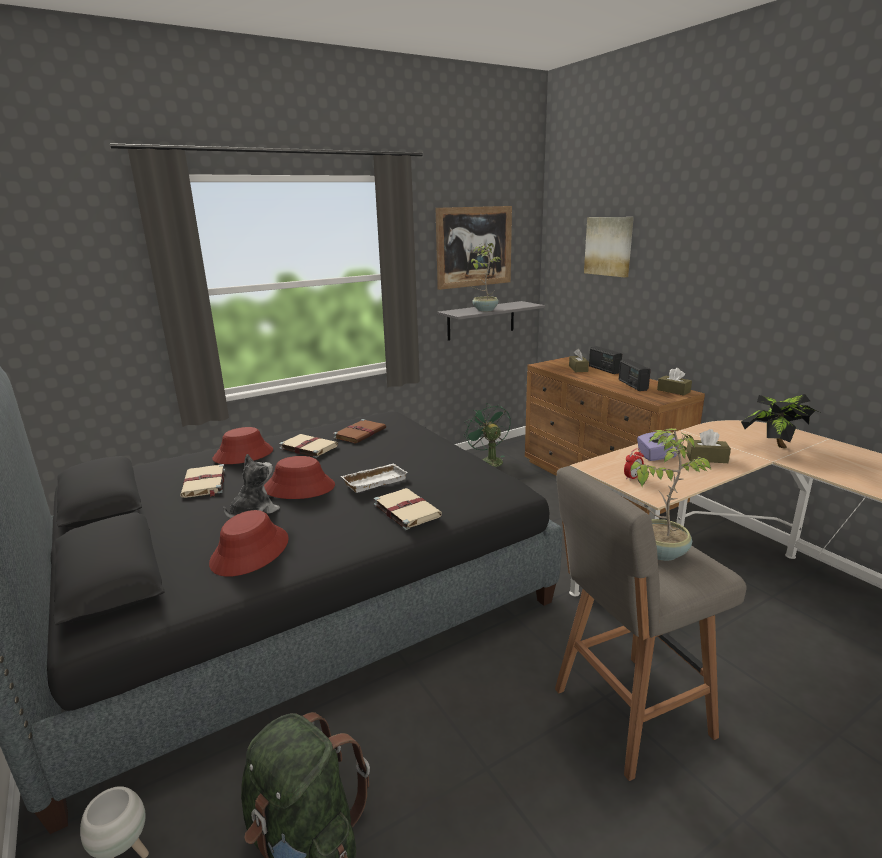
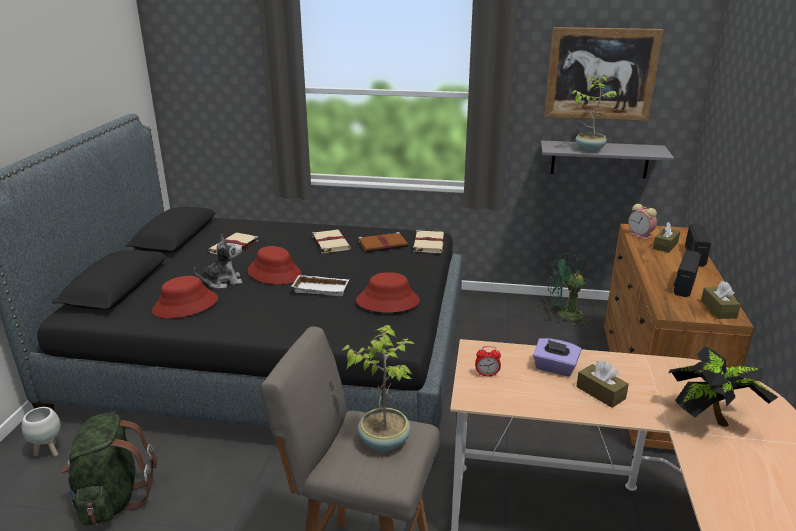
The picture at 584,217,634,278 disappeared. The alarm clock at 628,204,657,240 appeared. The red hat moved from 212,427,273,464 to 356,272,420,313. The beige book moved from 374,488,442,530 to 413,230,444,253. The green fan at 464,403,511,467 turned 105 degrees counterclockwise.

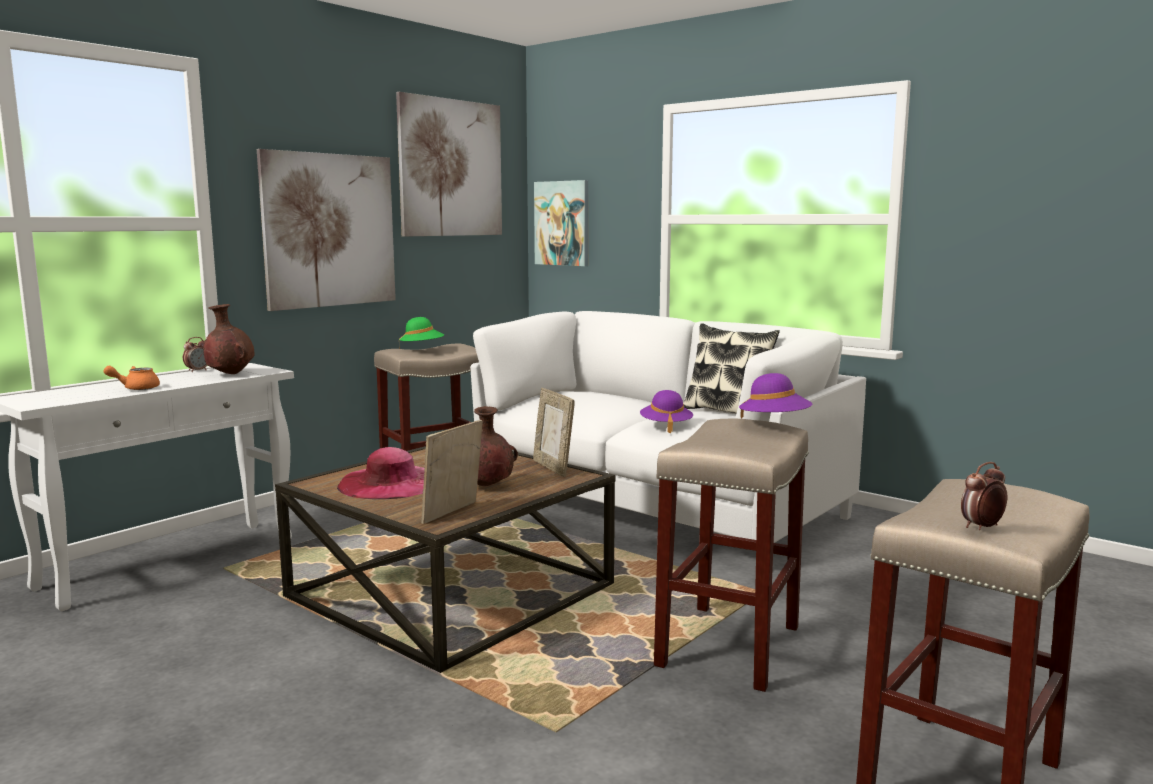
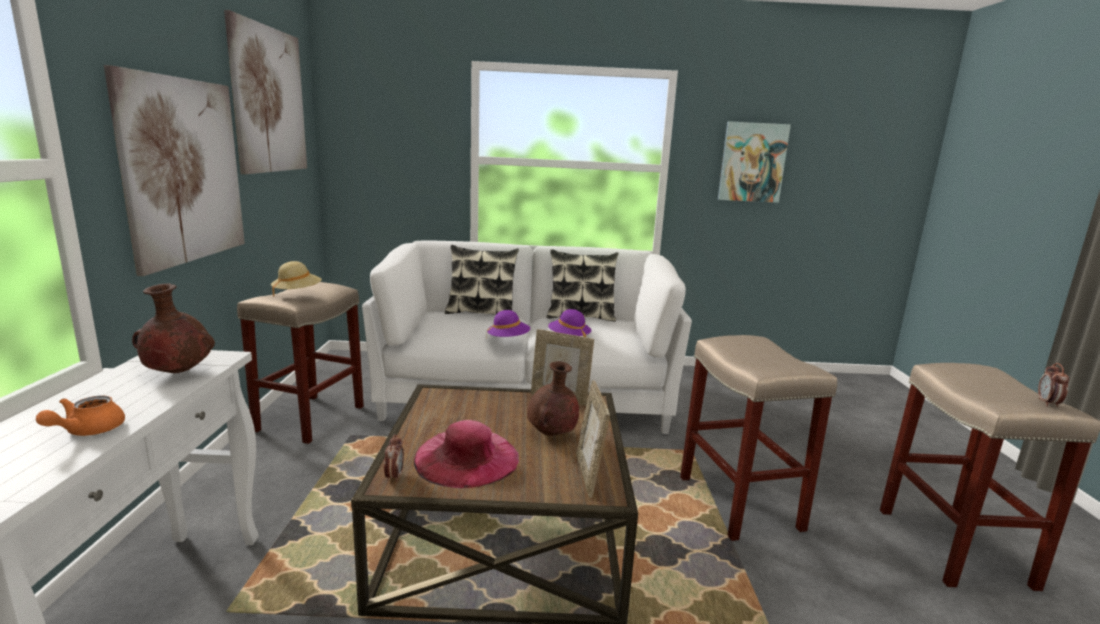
The pillow at 445,245,519,315 appeared. The alarm clock moved from 183,337,207,372 to 384,434,404,483. The picture moved from 534,180,588,266 to 718,121,791,203. The purple hat moved from 739,373,812,419 to 486,310,530,340. The green hat at 399,317,444,341 became the beige hat at 271,261,322,297.

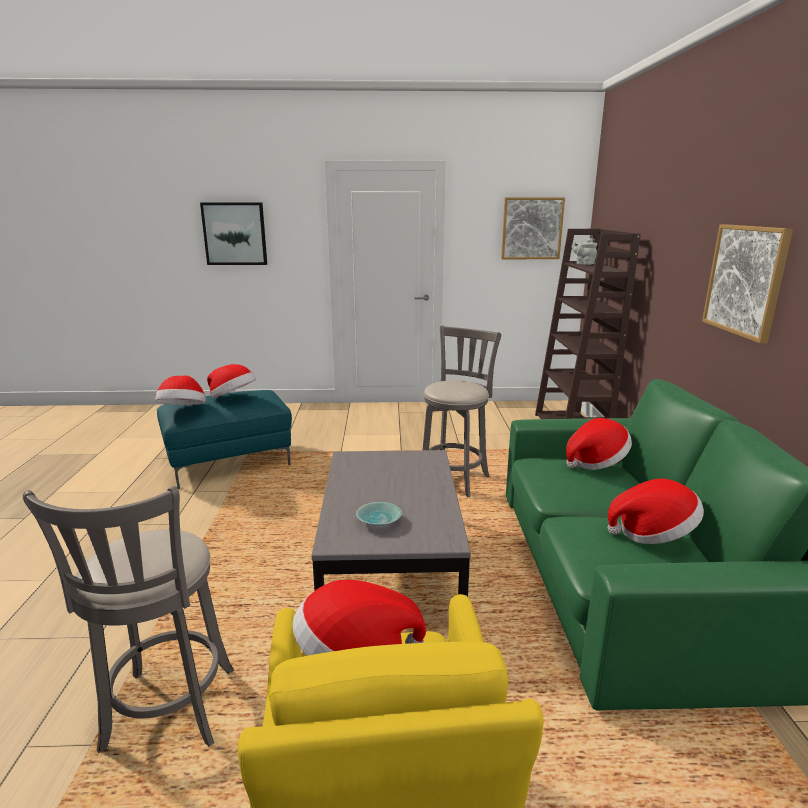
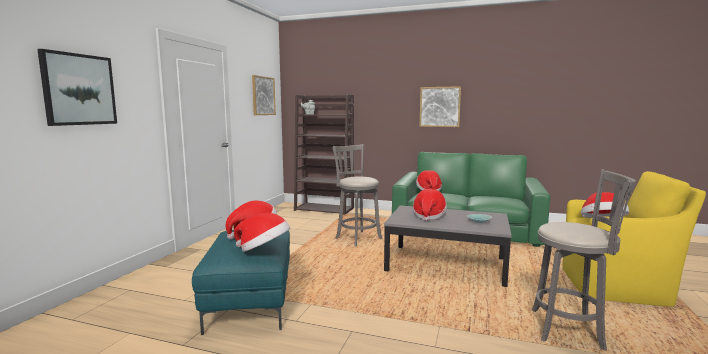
The hat moved from 607,479,704,544 to 413,189,447,221.

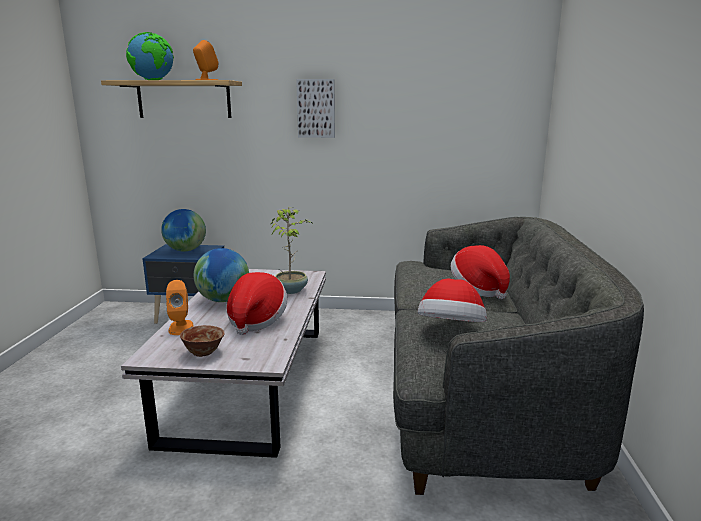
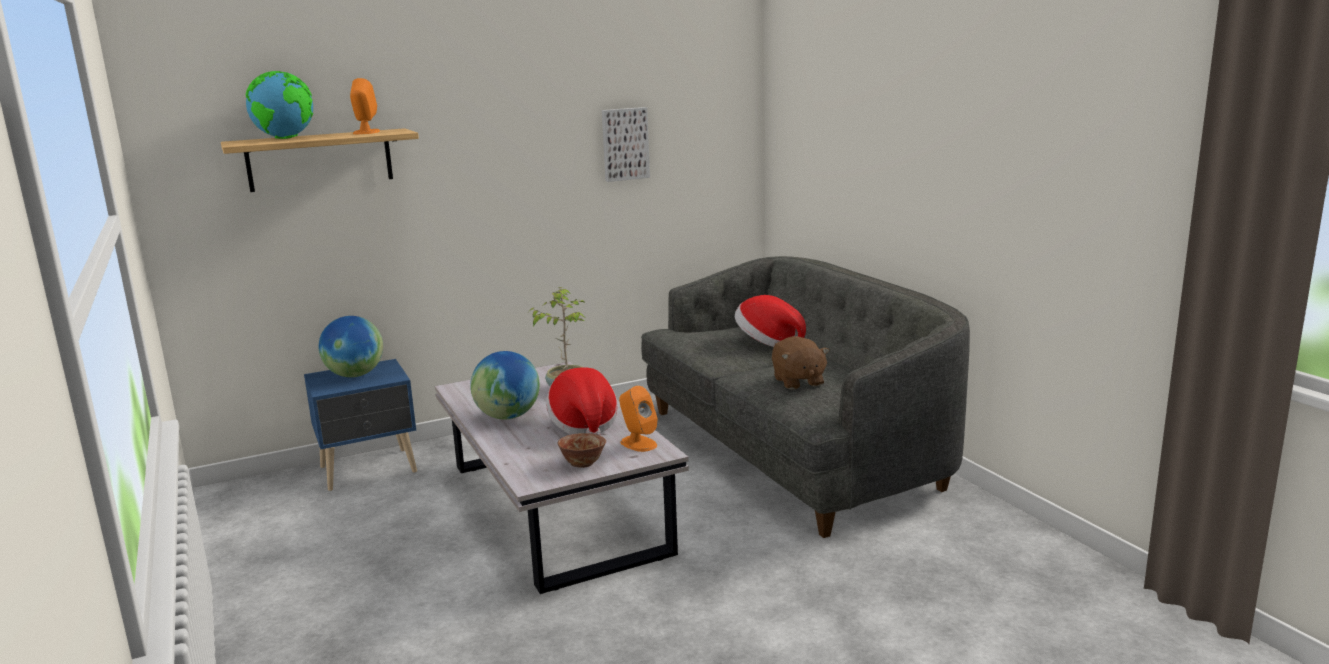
The orange speaker moved from 166,280,193,335 to 619,386,658,452. The picture moved from 296,79,335,138 to 602,107,650,182. The hat at 418,278,487,322 was replaced by the brown plush toy at 772,336,829,390.

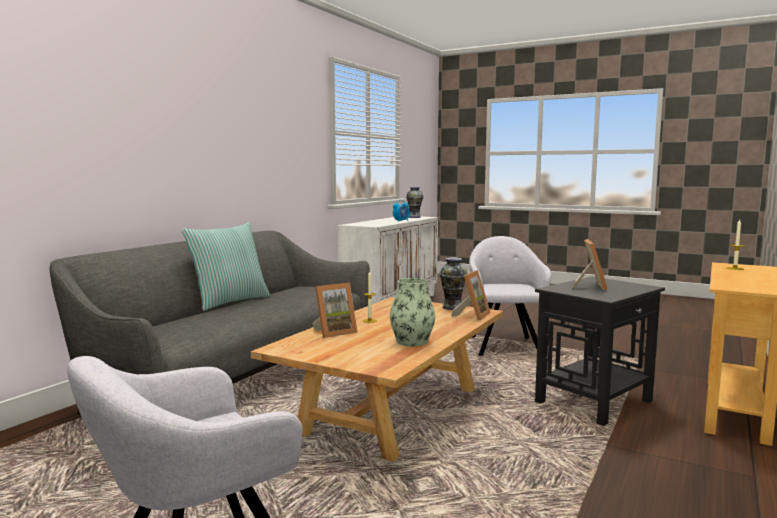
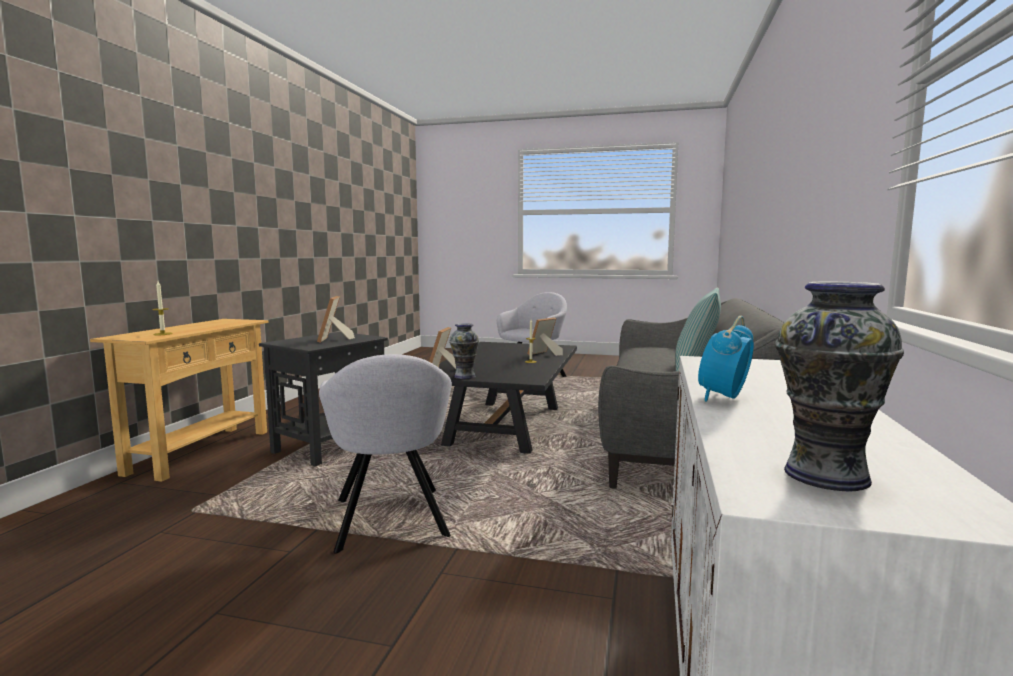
The vase at 390,278,435,346 disappeared. The beige coffee table at 251,297,503,462 became the black coffee table at 438,342,577,454.

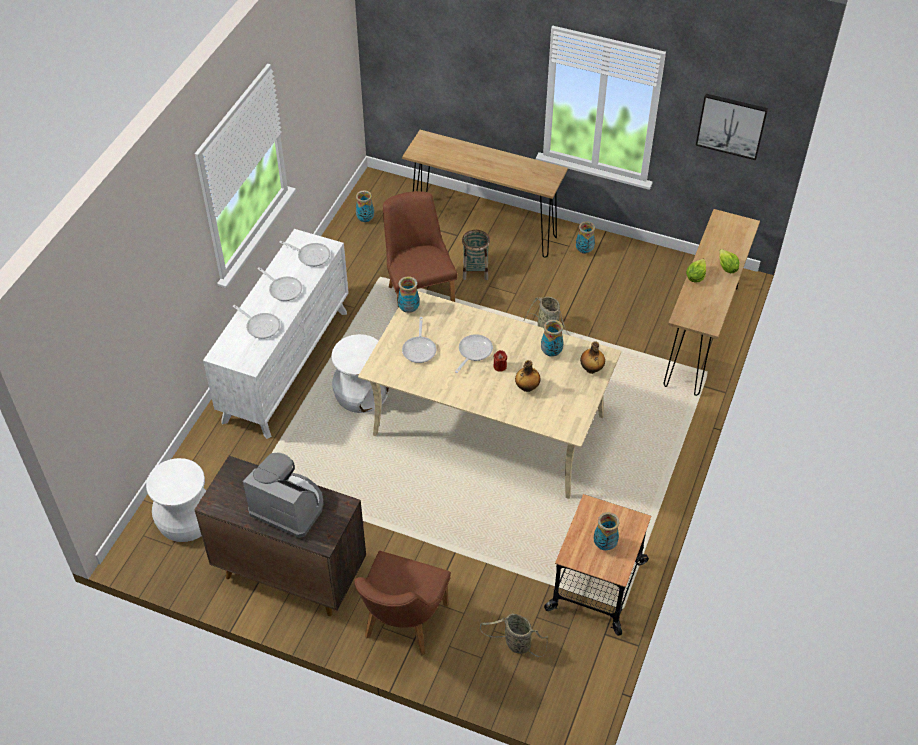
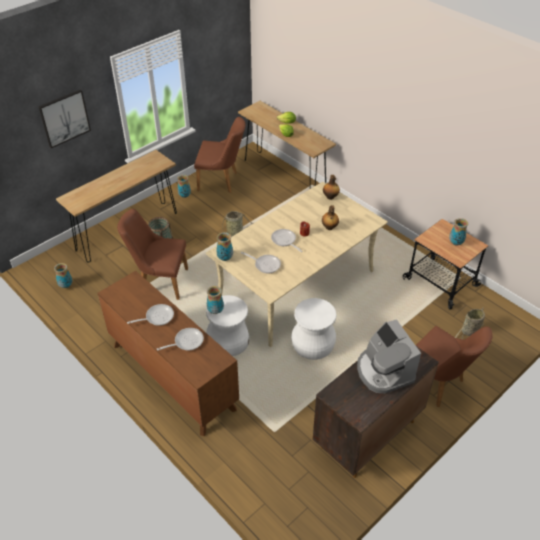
The frying pan at 279,241,330,267 disappeared. The brown chair at 194,117,245,193 appeared. The white stool moved from 146,458,206,542 to 291,298,337,360. The vase moved from 541,320,563,357 to 207,286,224,314. The picture moved from 696,94,768,160 to 38,90,91,148. The white dresser at 203,229,349,439 became the brown dresser at 97,271,239,436. The coffee machine at 243,452,324,538 turned 75 degrees counterclockwise.

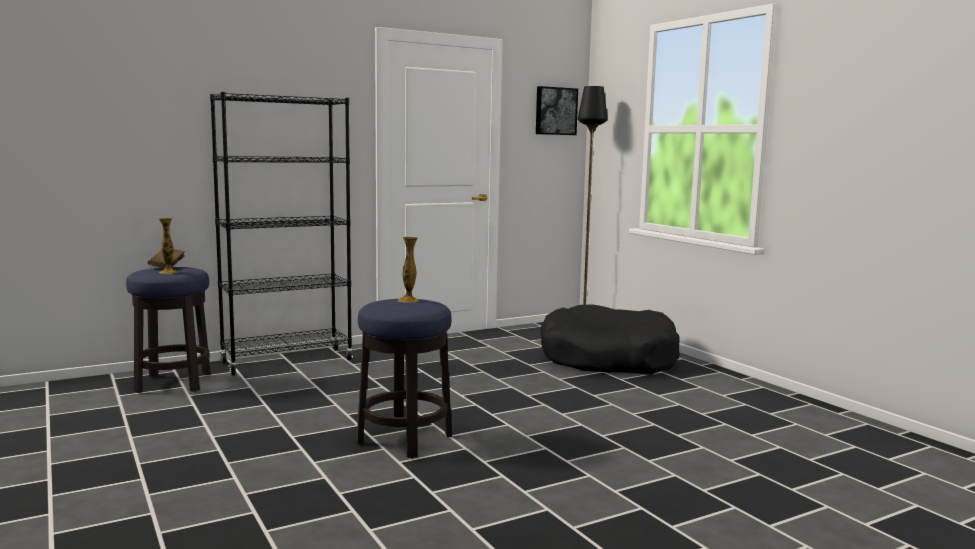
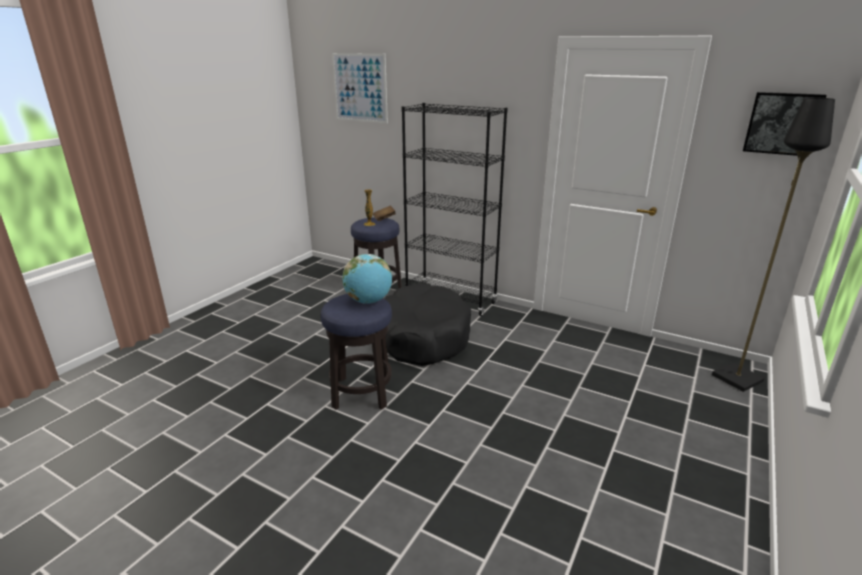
The picture at 332,53,388,123 appeared. The black dog bed moved from 540,304,680,375 to 384,283,471,366. The vase at 398,237,420,303 was replaced by the globe at 342,254,392,304.

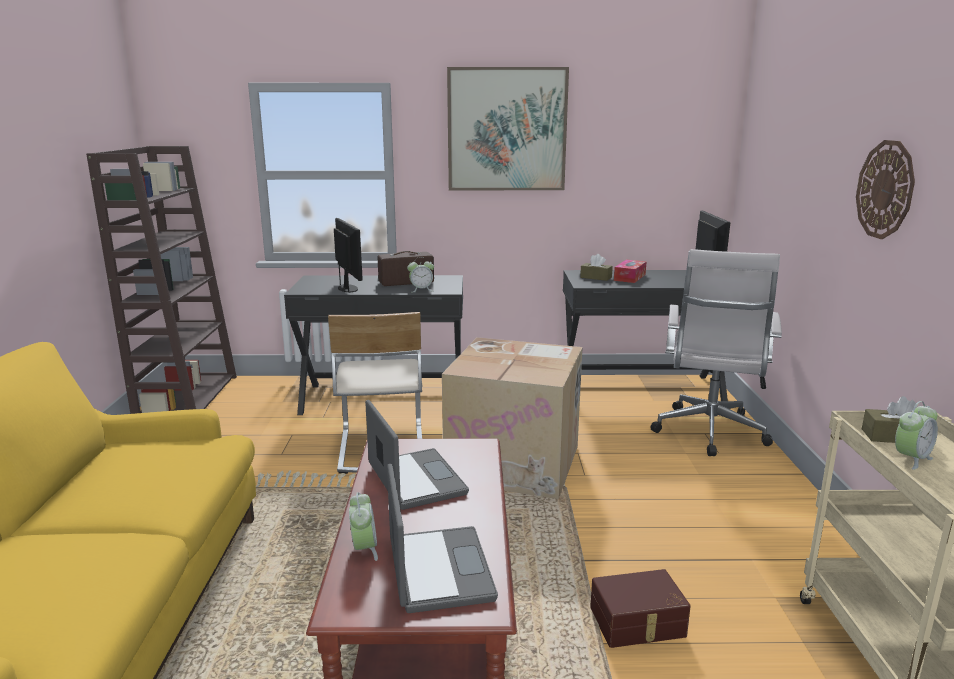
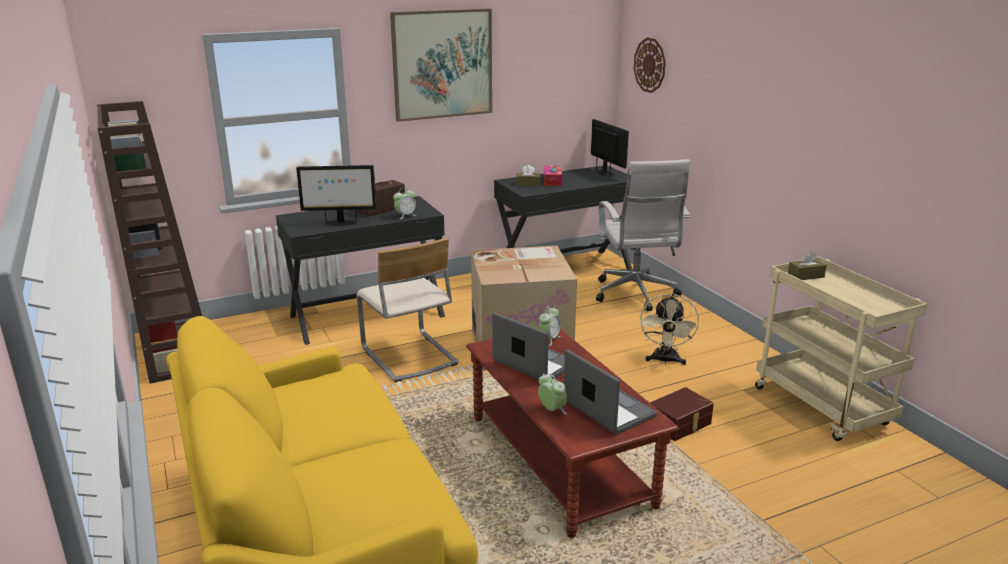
The beige fan at 640,294,699,365 appeared. The wall clock moved from 856,140,915,239 to 634,37,666,93. The alarm clock moved from 895,401,938,470 to 539,306,561,346. The monitor at 334,218,363,293 turned 135 degrees clockwise.

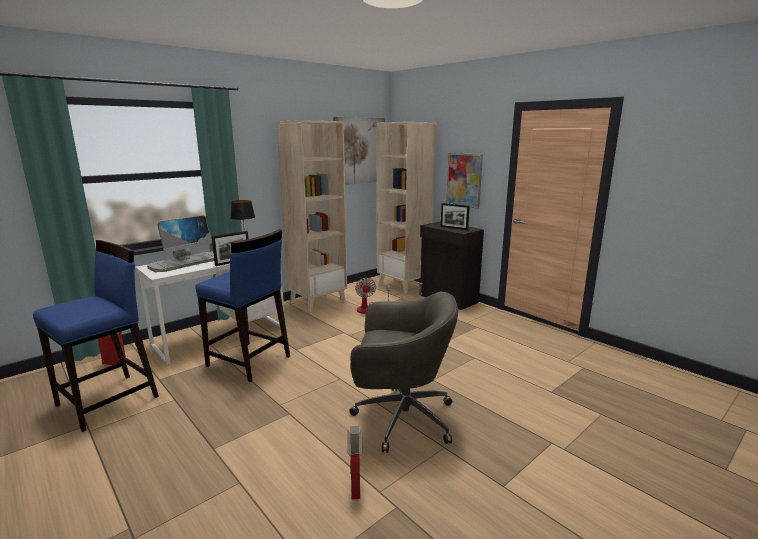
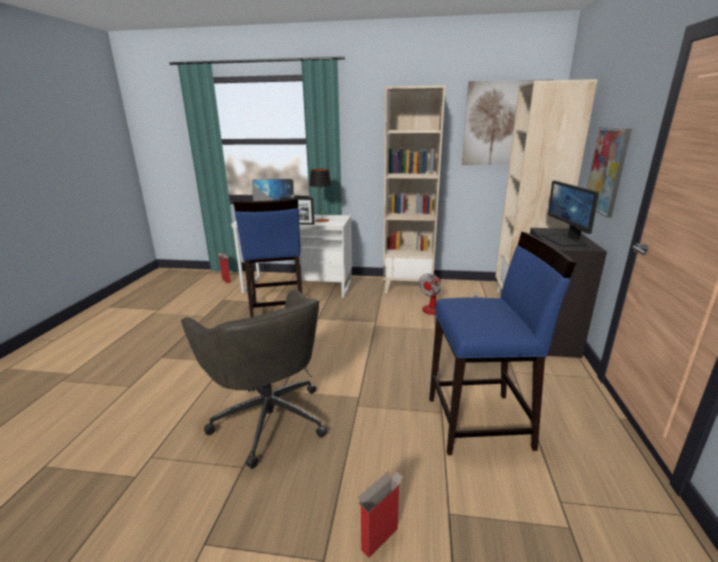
The blue stool moved from 33,240,159,432 to 429,232,576,455. The cardboard box moved from 347,426,363,499 to 358,471,403,558. The picture frame at 441,203,470,230 was replaced by the monitor at 540,181,599,247.

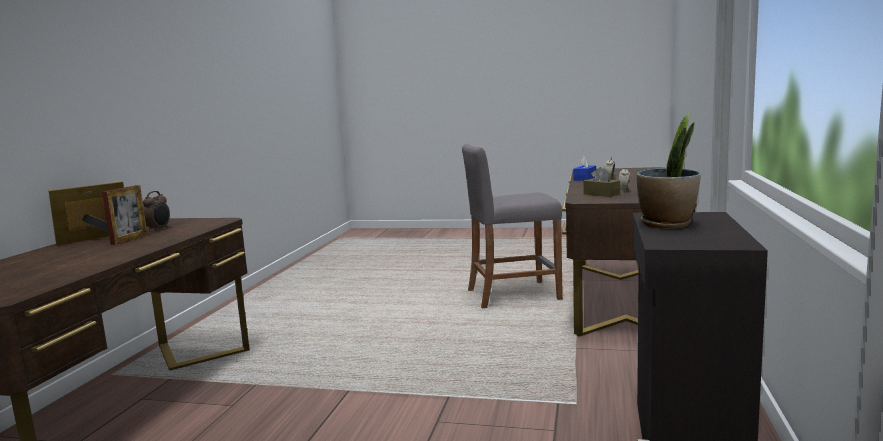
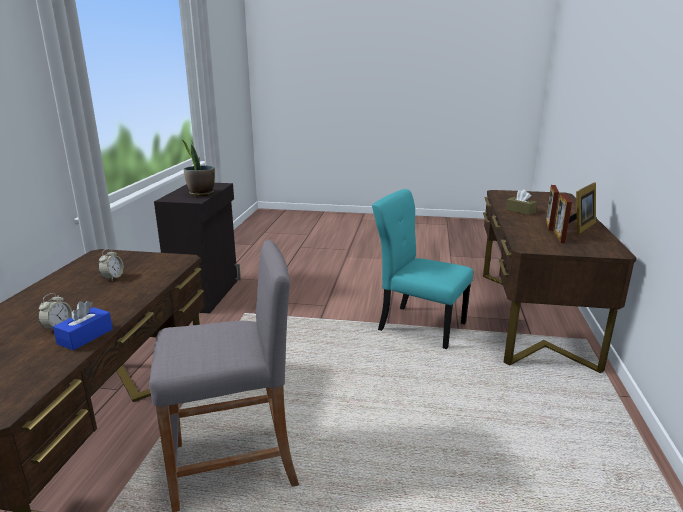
The turquoise chair at 372,189,473,349 appeared. The brown tissue box moved from 583,167,620,197 to 506,190,537,215. The alarm clock at 143,191,170,231 was replaced by the picture frame at 554,194,572,243.

